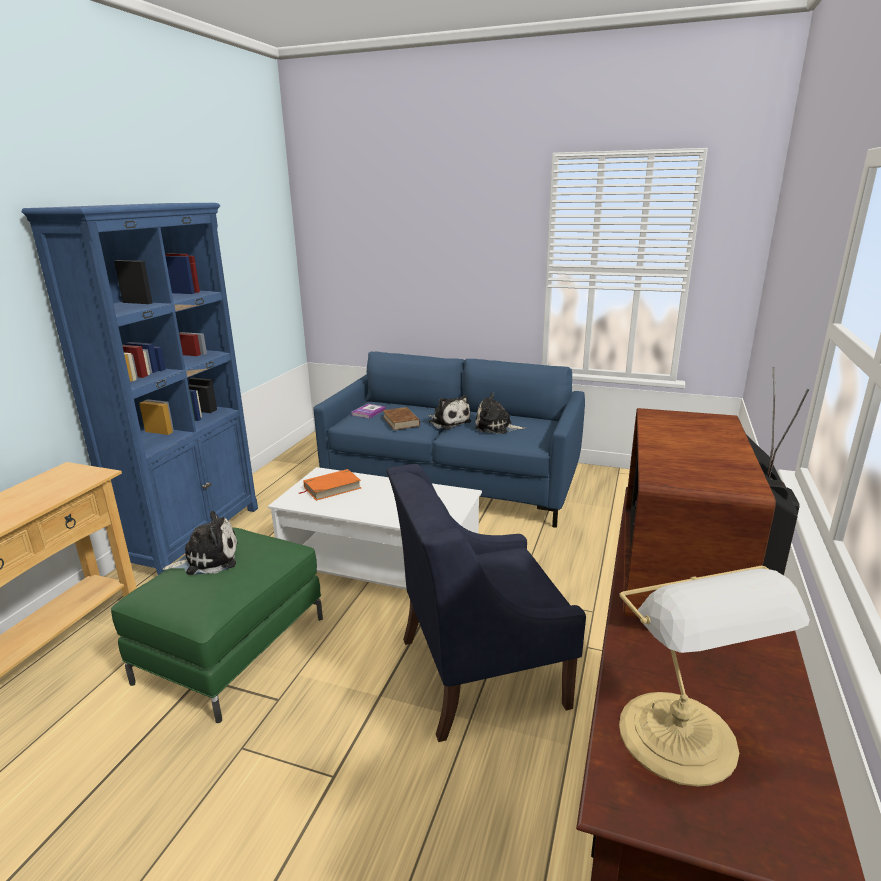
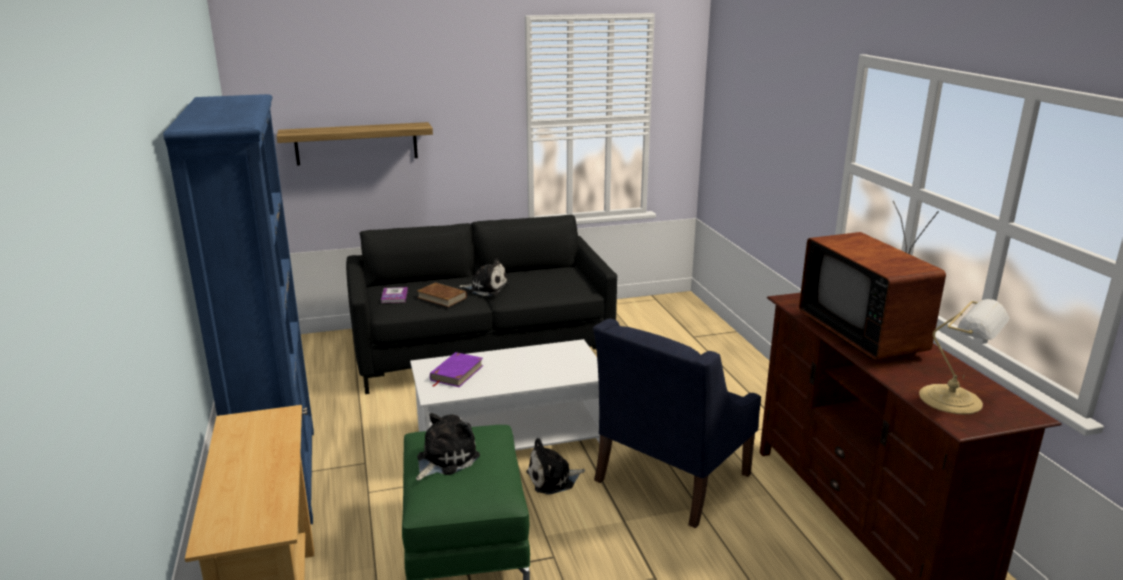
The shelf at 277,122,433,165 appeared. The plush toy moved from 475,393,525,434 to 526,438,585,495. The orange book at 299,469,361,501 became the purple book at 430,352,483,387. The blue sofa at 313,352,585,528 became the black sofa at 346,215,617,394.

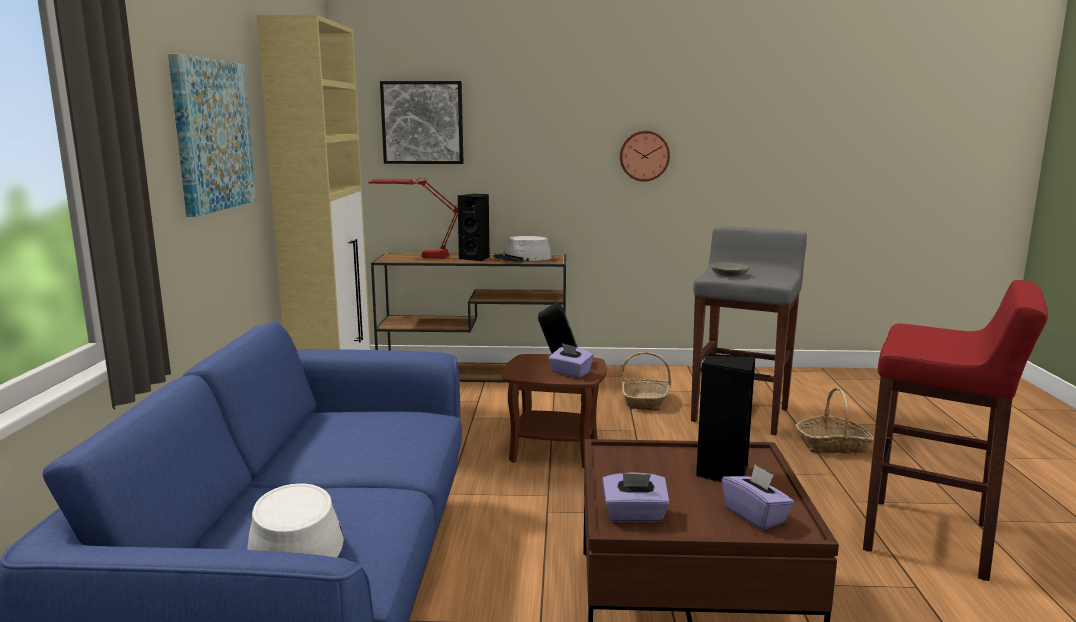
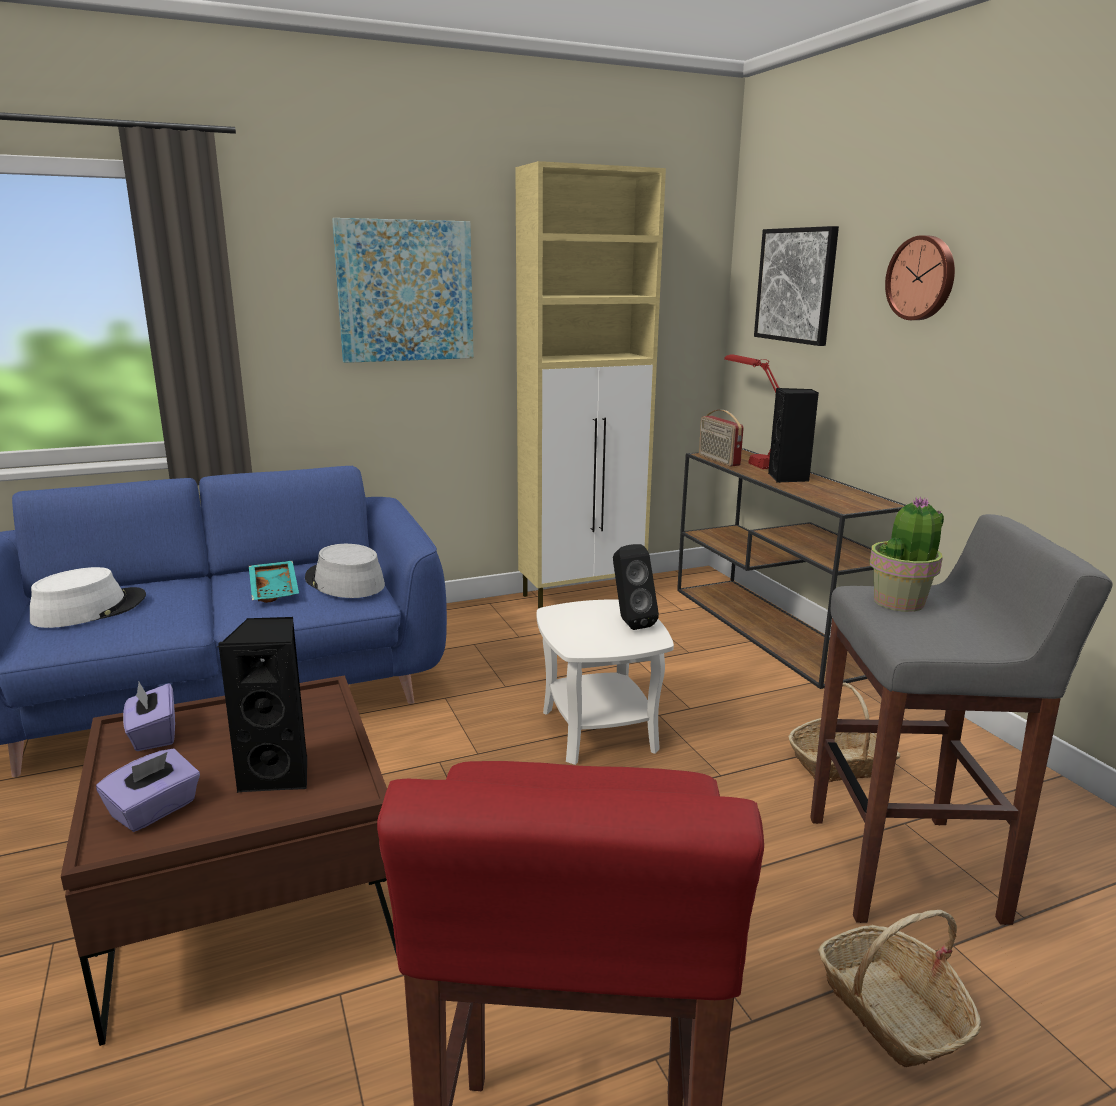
The purple tissue box at 548,343,594,378 disappeared. The turquoise tray at 249,561,299,603 appeared. The radio at 699,410,744,466 appeared. The grey hat moved from 493,236,551,262 to 305,544,385,598. The wall clock moved from 620,131,670,182 to 885,235,955,320. The grey bowl at 711,263,749,277 was replaced by the potted plant at 870,496,944,612. The brown side table at 502,354,606,468 became the white side table at 537,599,674,765.

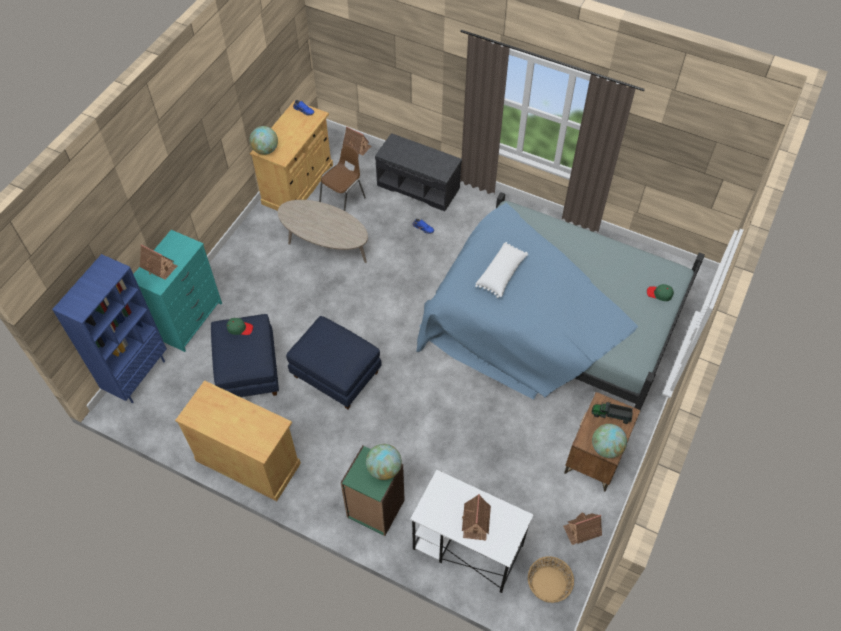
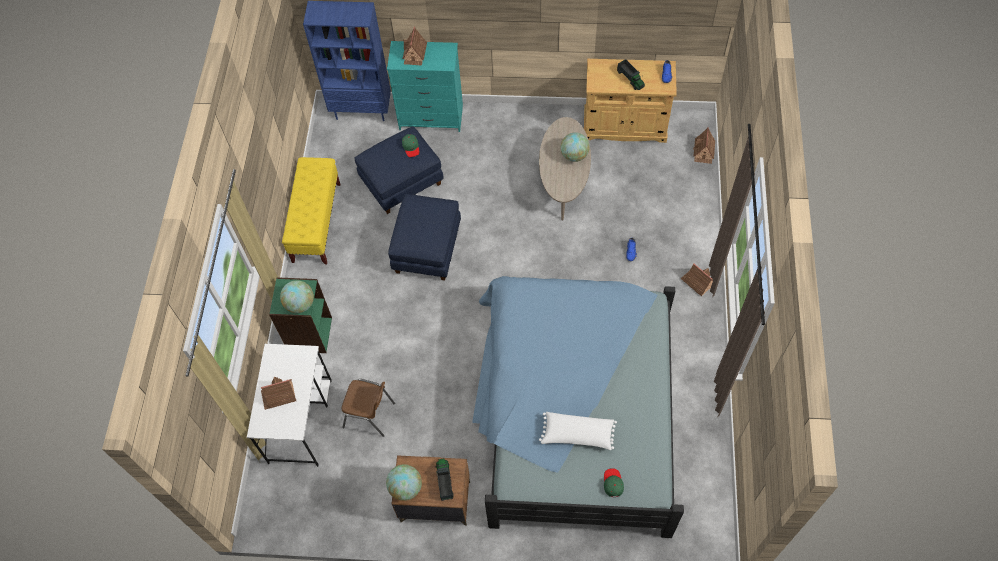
The grey bench at 375,133,462,212 disappeared. The basket at 528,556,574,603 disappeared. The toy truck at 617,59,645,90 appeared. The globe moved from 249,126,278,155 to 560,132,590,162. The brown chair moved from 319,144,366,211 to 342,379,395,437. The white pillow moved from 475,242,528,298 to 539,412,617,450. The toy house moved from 563,512,602,545 to 681,264,713,296. The beige cabinet at 175,380,301,501 was replaced by the yellow bench at 282,157,340,264.

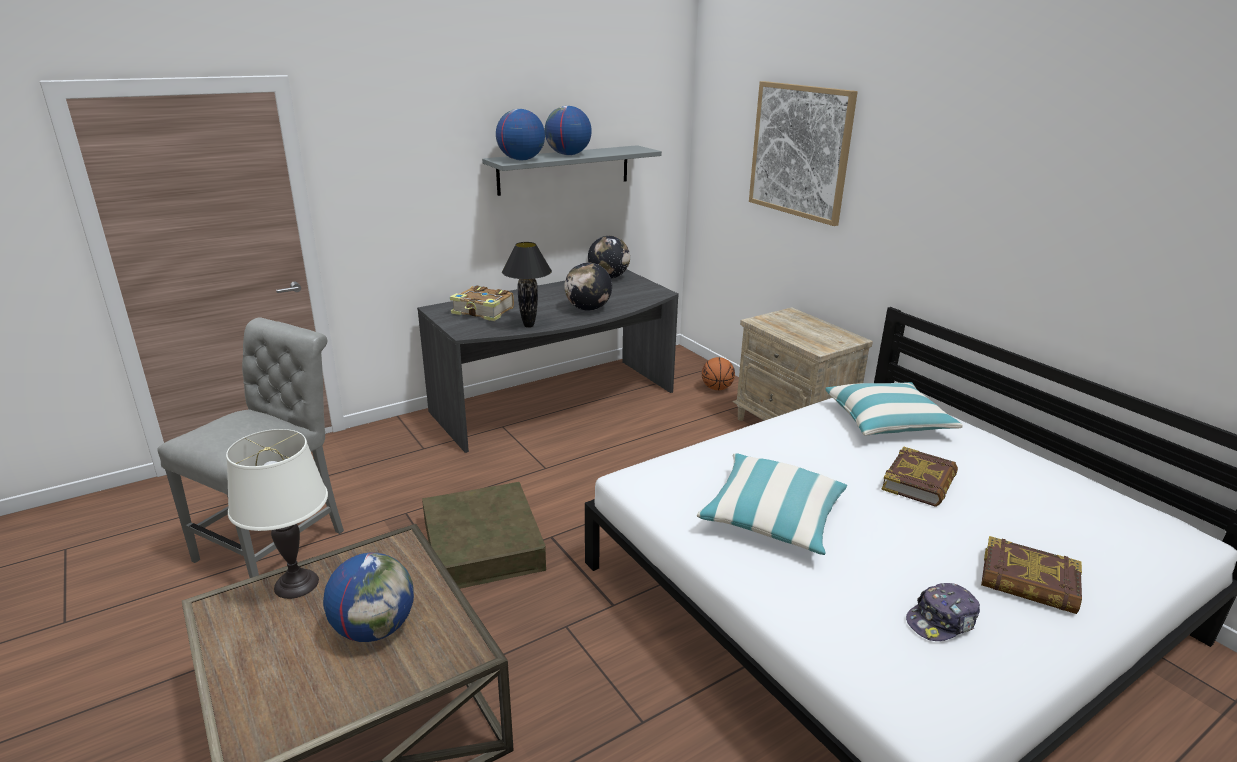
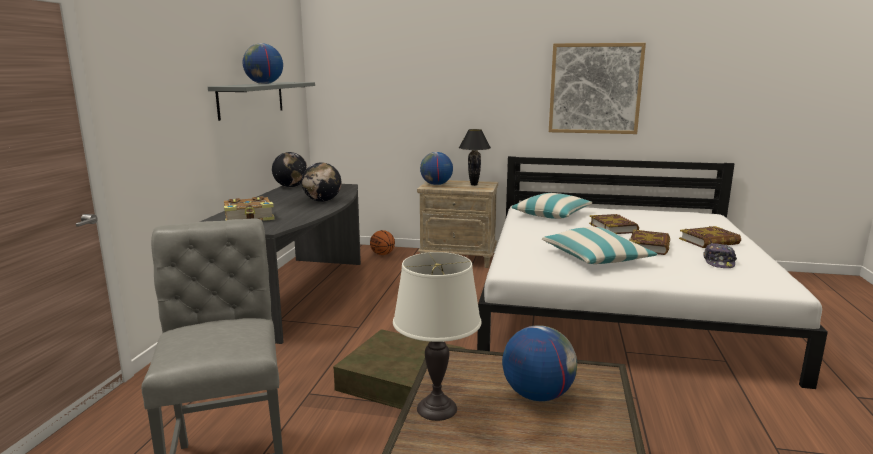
The book at 629,230,670,255 appeared. The globe moved from 496,109,545,160 to 420,152,453,185. The black table lamp moved from 502,242,552,328 to 459,129,491,186. The picture moved from 749,81,858,226 to 549,43,646,134.

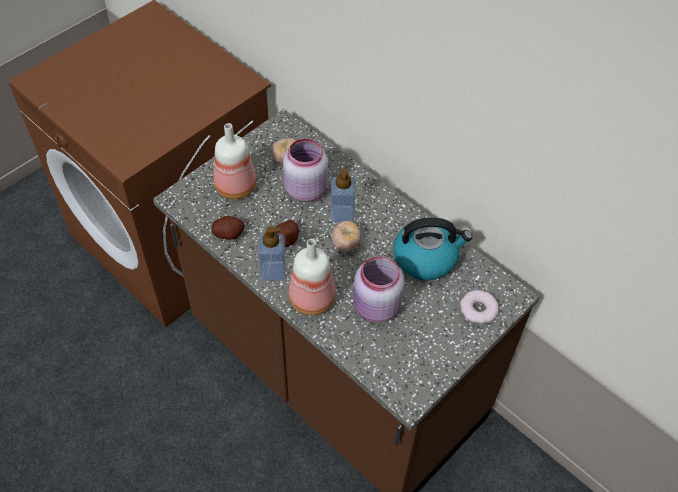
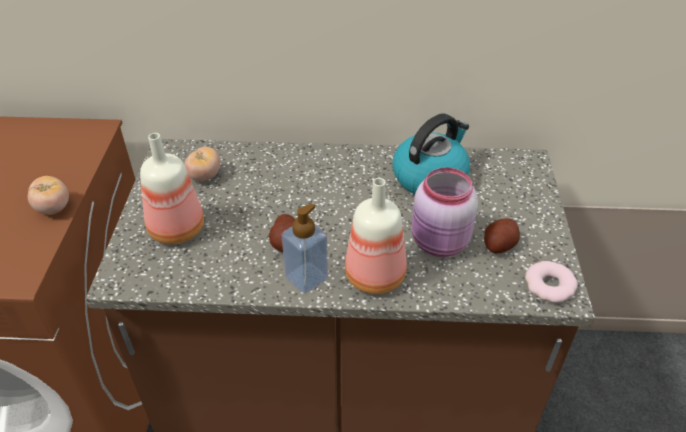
The pink jar at 283,139,328,202 disappeared. The soap dispenser at 330,168,356,223 disappeared. The potato moved from 211,216,245,240 to 484,218,520,253. The tomato moved from 332,221,361,252 to 28,176,69,215. The donut moved from 460,290,499,324 to 525,261,578,303.

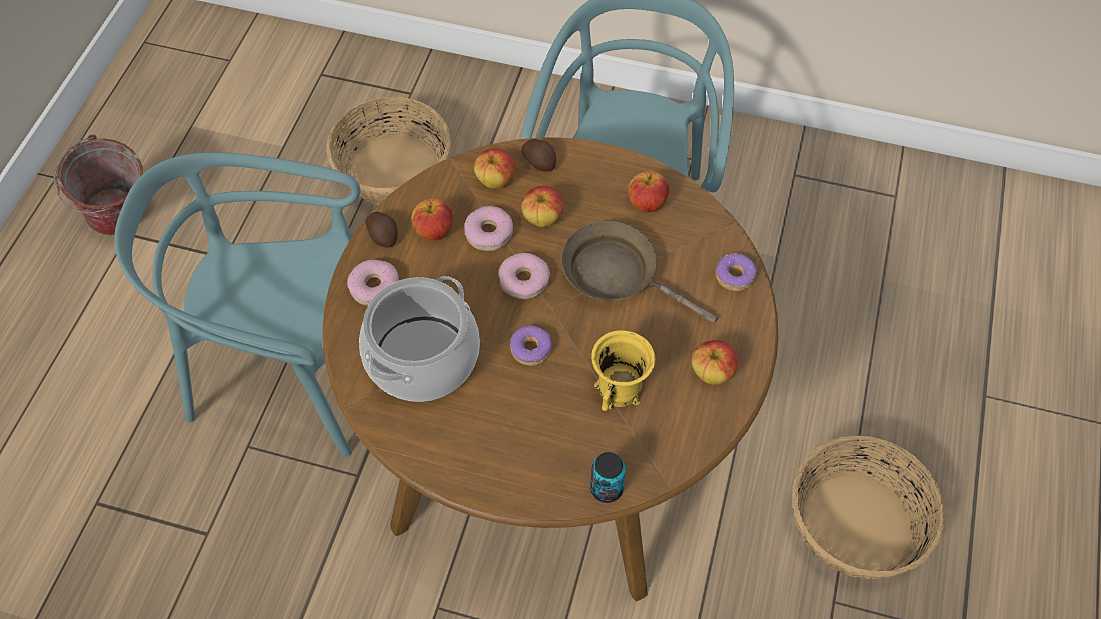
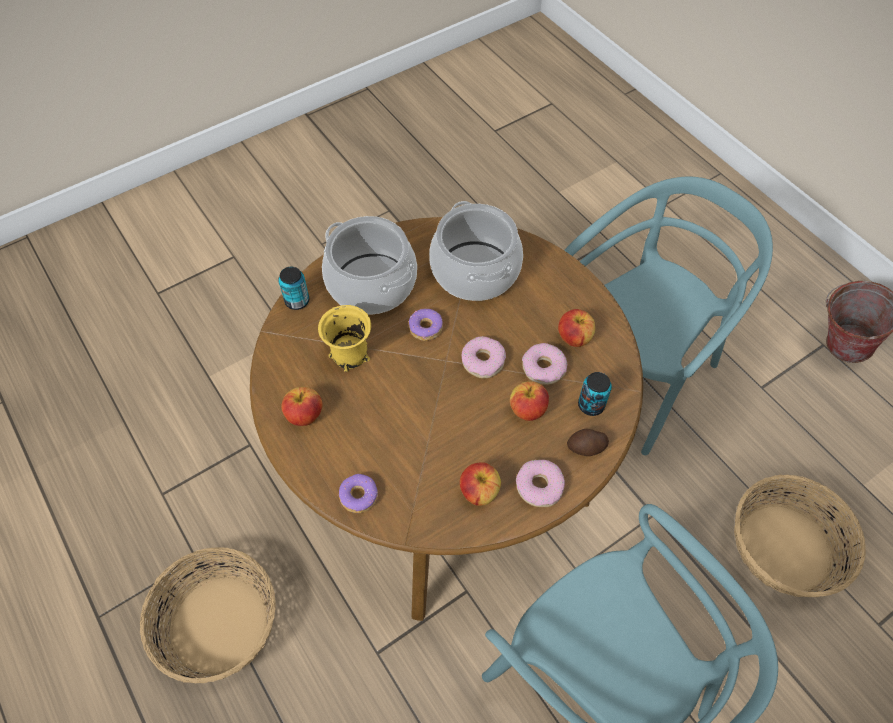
The potato at 365,212,398,248 disappeared. The brown frying pan at 561,221,718,323 disappeared. The cooking pot at 322,216,417,314 appeared. The donut moved from 347,259,399,306 to 516,460,565,507. The apple at 474,148,515,189 was replaced by the can at 578,372,612,416.

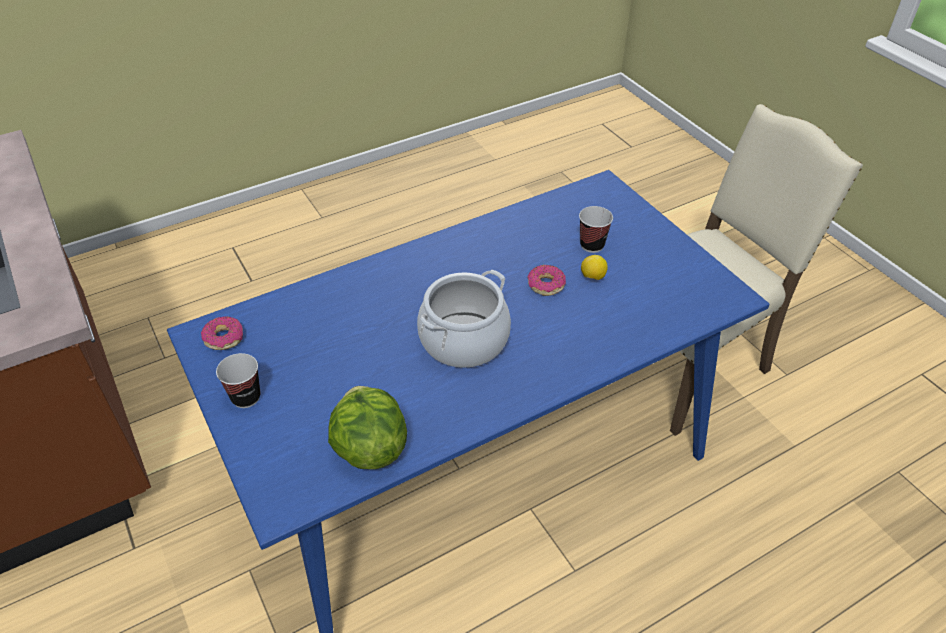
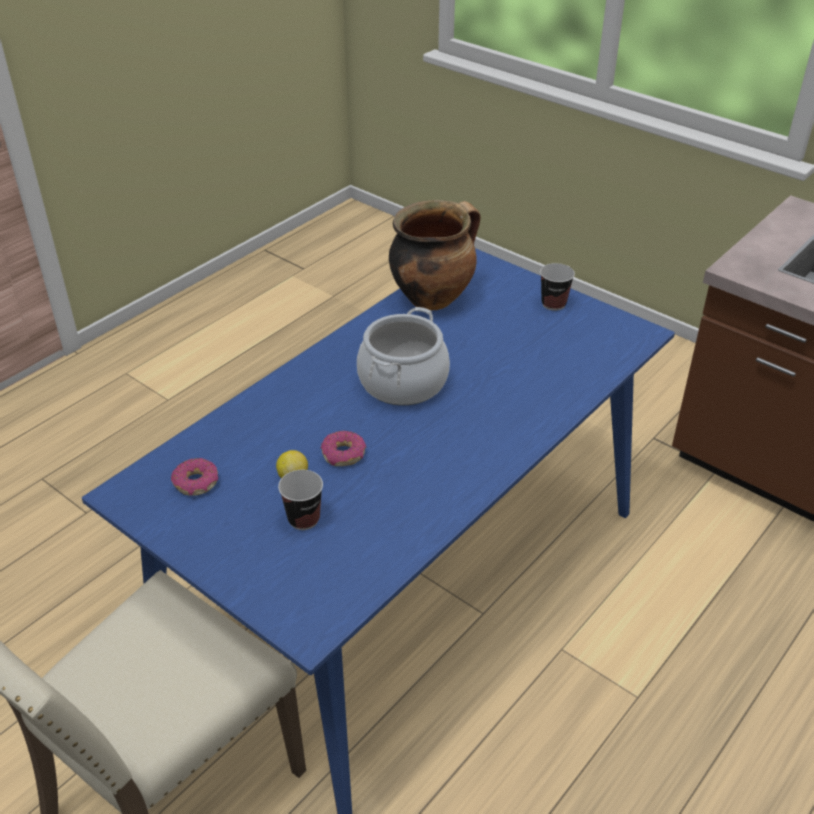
The donut moved from 201,316,243,350 to 171,458,218,496. The lettuce at 328,386,407,469 was replaced by the cooking pot at 389,200,481,310.

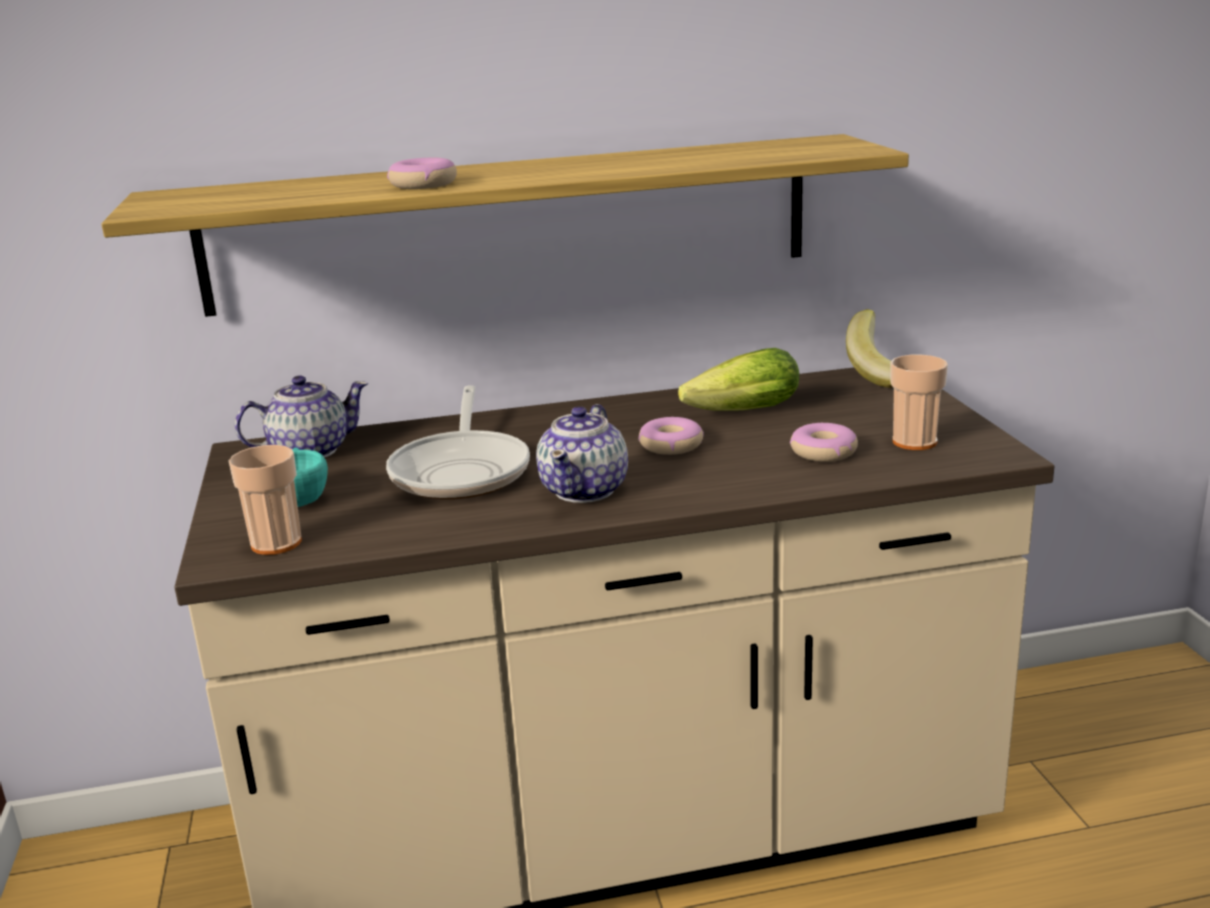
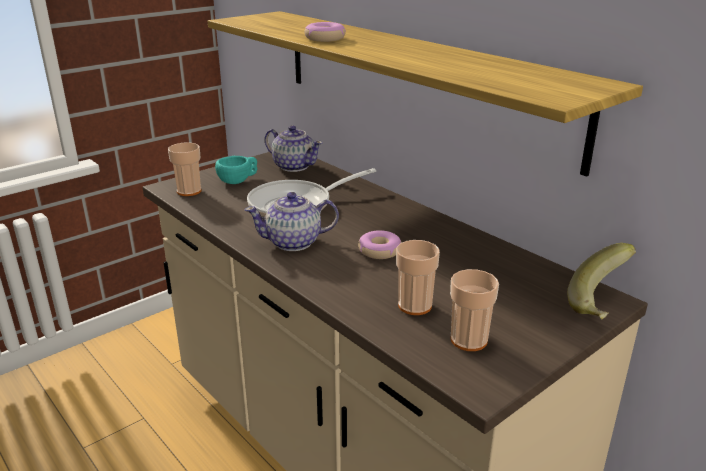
The lettuce at 678,348,799,411 disappeared. The donut at 790,423,858,462 was replaced by the cup at 396,240,440,315.

